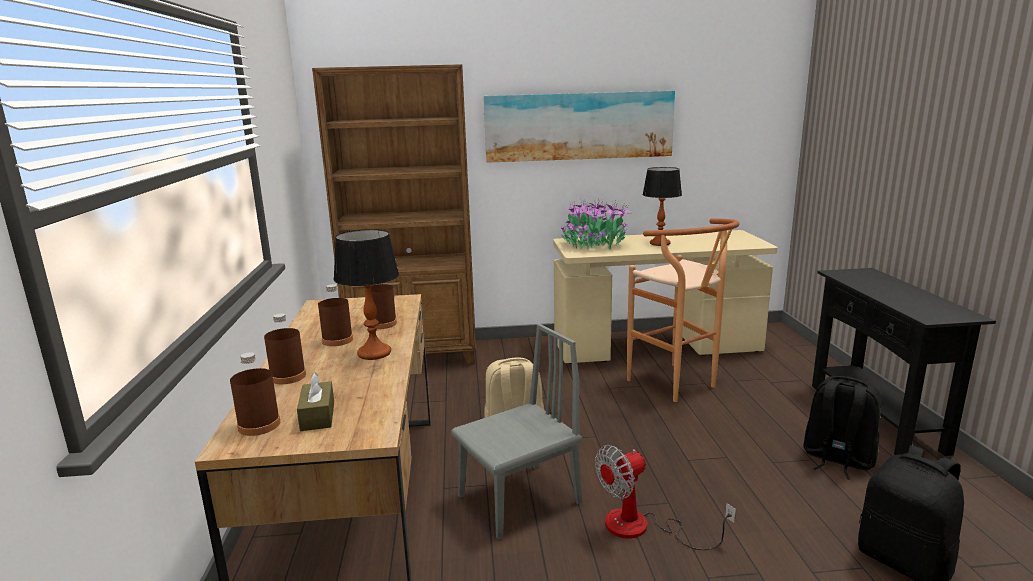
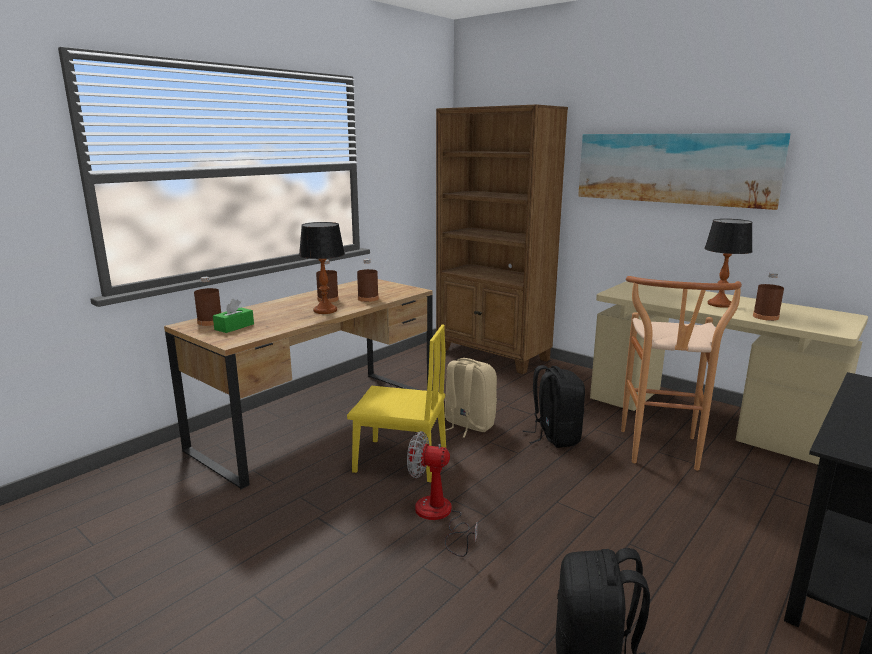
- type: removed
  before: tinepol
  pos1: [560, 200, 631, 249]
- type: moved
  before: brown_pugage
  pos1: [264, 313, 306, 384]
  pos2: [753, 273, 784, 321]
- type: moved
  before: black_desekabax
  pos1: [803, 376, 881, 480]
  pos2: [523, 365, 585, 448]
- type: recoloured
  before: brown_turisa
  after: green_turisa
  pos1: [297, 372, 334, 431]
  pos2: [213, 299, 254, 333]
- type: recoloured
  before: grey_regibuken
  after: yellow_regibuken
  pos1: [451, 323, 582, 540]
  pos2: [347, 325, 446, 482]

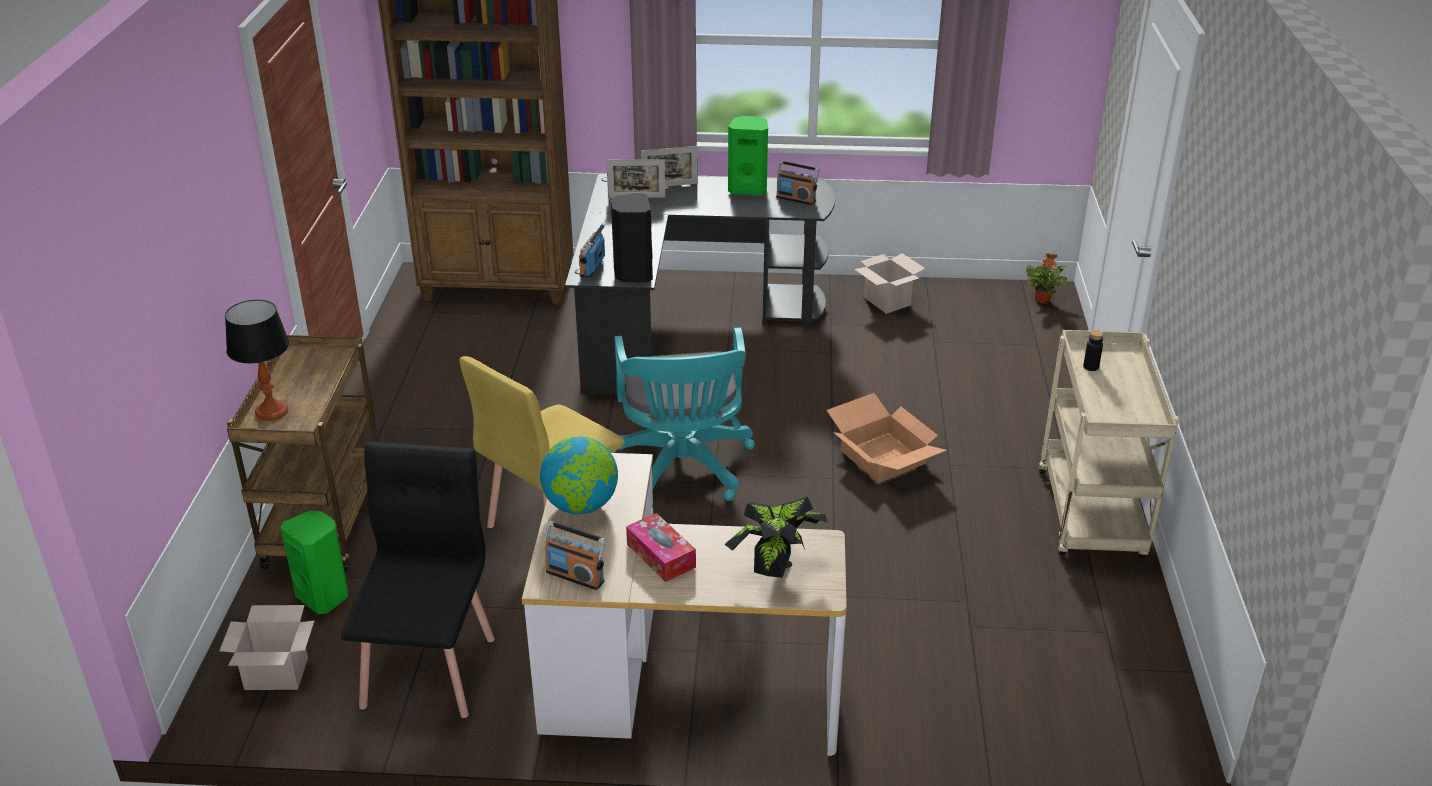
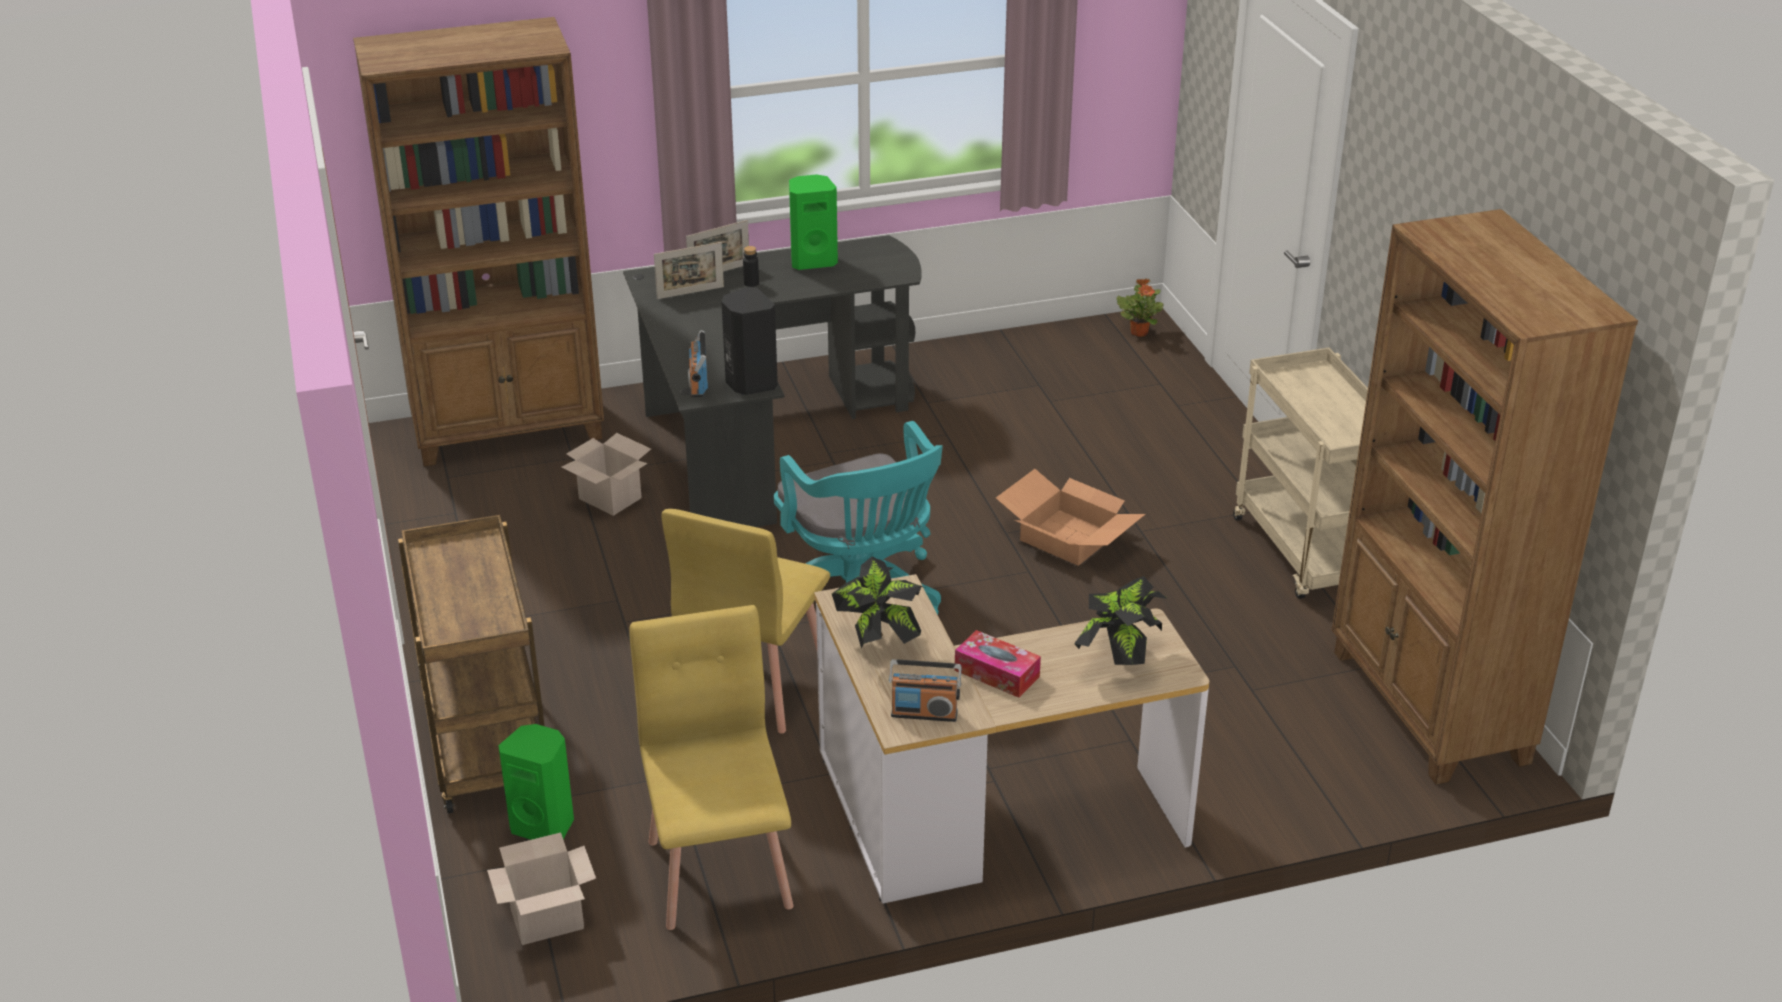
- type: removed
  before: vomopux
  pos1: [225, 300, 290, 421]
- type: removed
  before: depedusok
  pos1: [776, 161, 820, 205]
- type: added
  after: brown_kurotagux
  pos2: [1332, 209, 1638, 785]
- type: moved
  before: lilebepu
  pos1: [854, 253, 925, 314]
  pos2: [561, 433, 651, 516]
- type: moved
  before: black_pugage
  pos1: [1083, 330, 1103, 371]
  pos2: [743, 246, 759, 287]
- type: replaced
  before: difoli
  after: tinepol
  pos1: [540, 436, 618, 514]
  pos2: [832, 557, 925, 648]
- type: recoloured
  before: black_regibuken
  after: yellow_regibuken
  pos1: [341, 442, 495, 718]
  pos2: [629, 605, 793, 930]

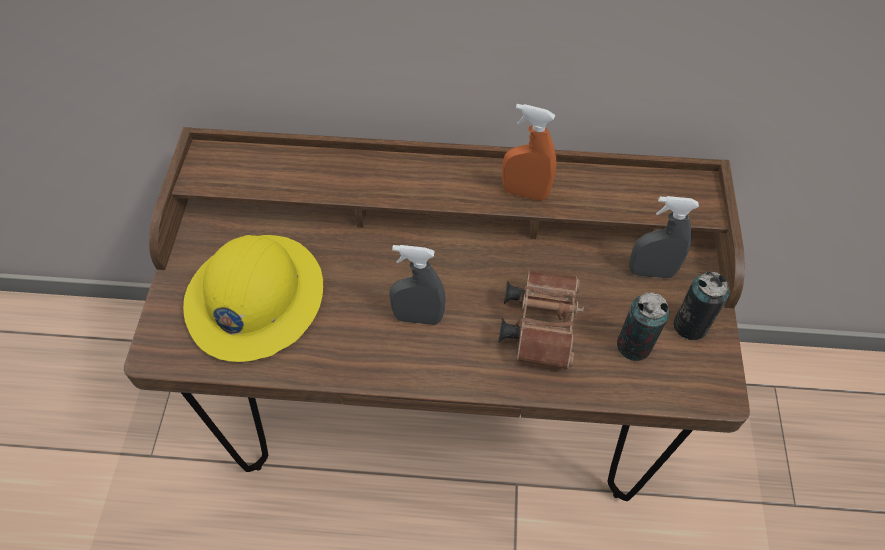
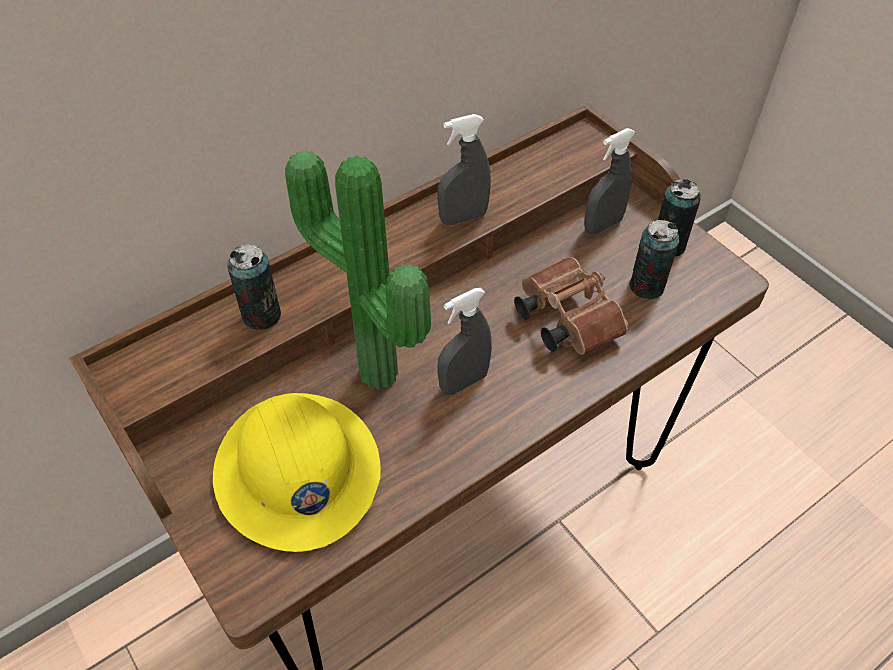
- type: added
  after: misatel
  pos2: [227, 244, 281, 330]
- type: added
  after: tinepol
  pos2: [285, 150, 431, 390]
- type: recoloured
  before: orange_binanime
  after: grey_binanime
  pos1: [502, 104, 556, 201]
  pos2: [437, 114, 491, 225]

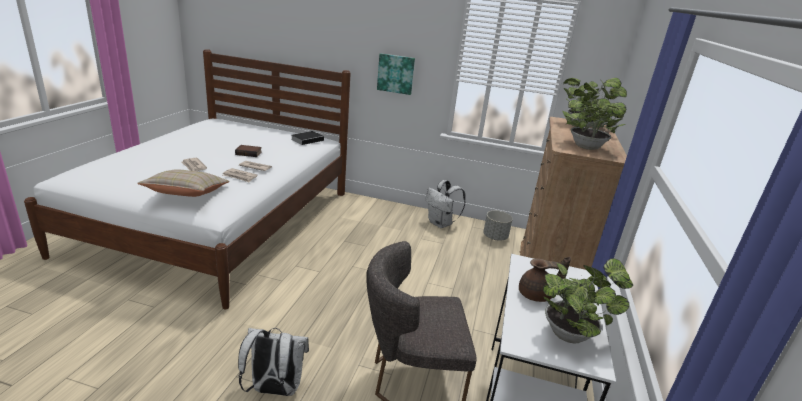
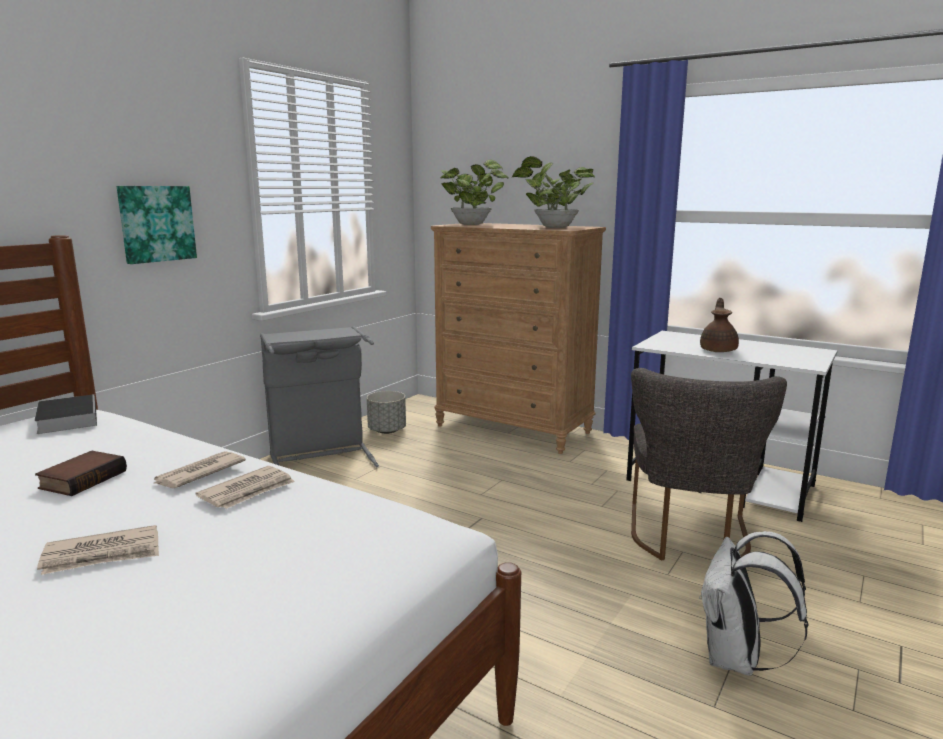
- type: removed
  before: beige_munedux
  pos1: [137, 169, 230, 197]
- type: removed
  before: tinepol
  pos1: [543, 258, 633, 343]
- type: replaced
  before: white_desekabax
  after: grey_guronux
  pos1: [426, 180, 465, 228]
  pos2: [260, 326, 379, 467]

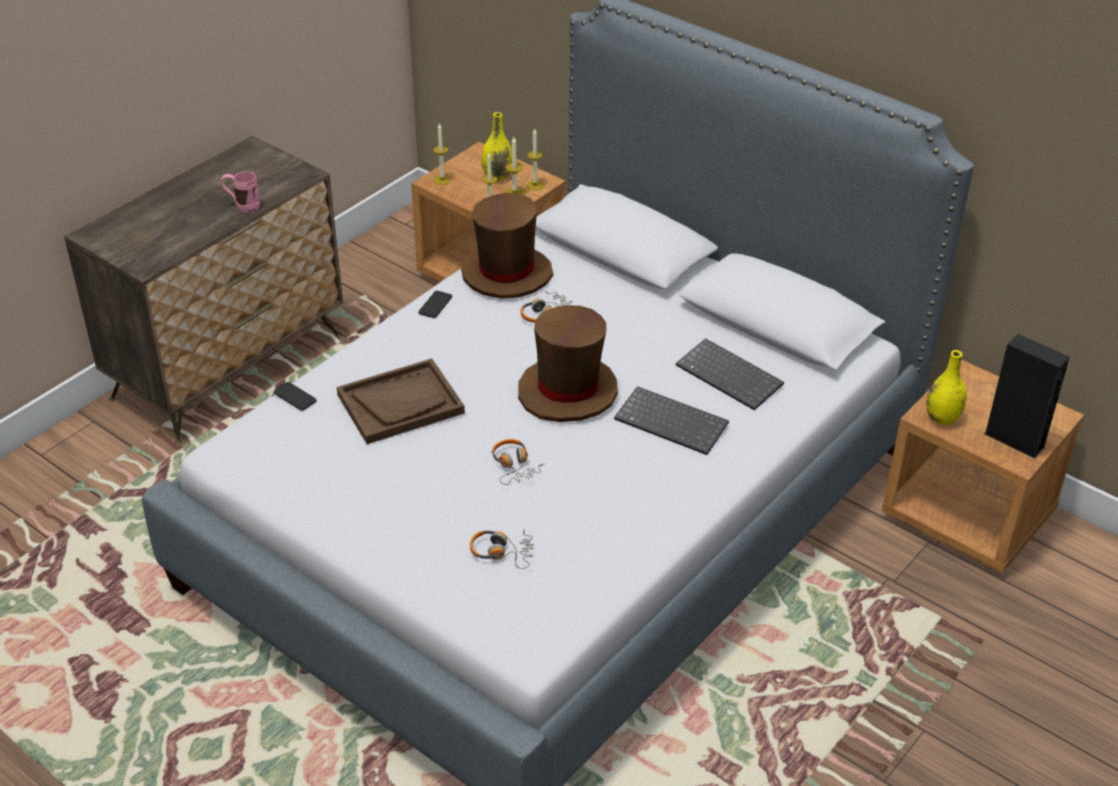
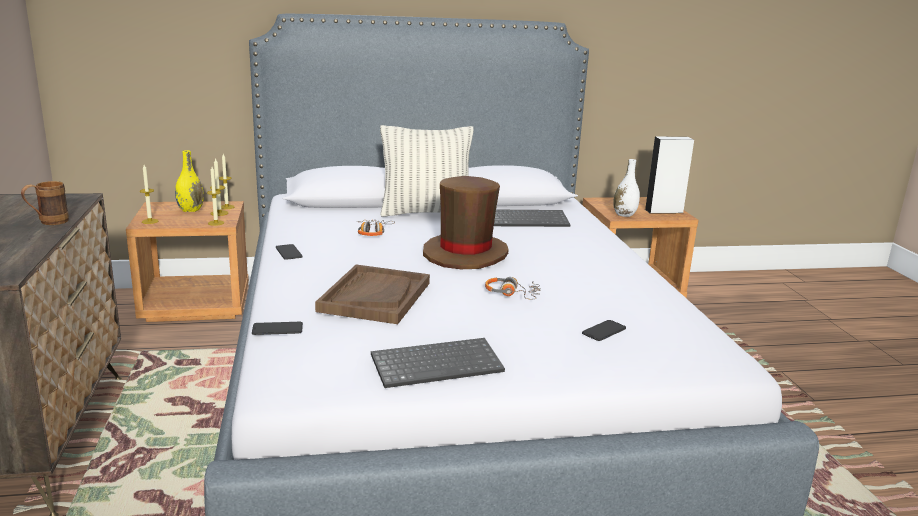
- type: removed
  before: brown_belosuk
  pos1: [461, 193, 553, 299]
- type: added
  after: munedux
  pos2: [380, 125, 474, 217]
- type: moved
  before: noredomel
  pos1: [614, 386, 729, 455]
  pos2: [371, 338, 505, 388]
- type: replaced
  before: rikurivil
  after: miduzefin
  pos1: [470, 529, 533, 569]
  pos2: [582, 320, 626, 341]
- type: recoloured
  before: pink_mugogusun
  after: brown_mugogusun
  pos1: [221, 171, 260, 213]
  pos2: [21, 181, 69, 225]
- type: recoloured
  before: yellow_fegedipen
  after: white_fegedipen
  pos1: [926, 350, 967, 425]
  pos2: [613, 159, 640, 217]
- type: recoloured
  before: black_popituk
  after: white_popituk
  pos1: [984, 334, 1069, 459]
  pos2: [645, 137, 694, 214]

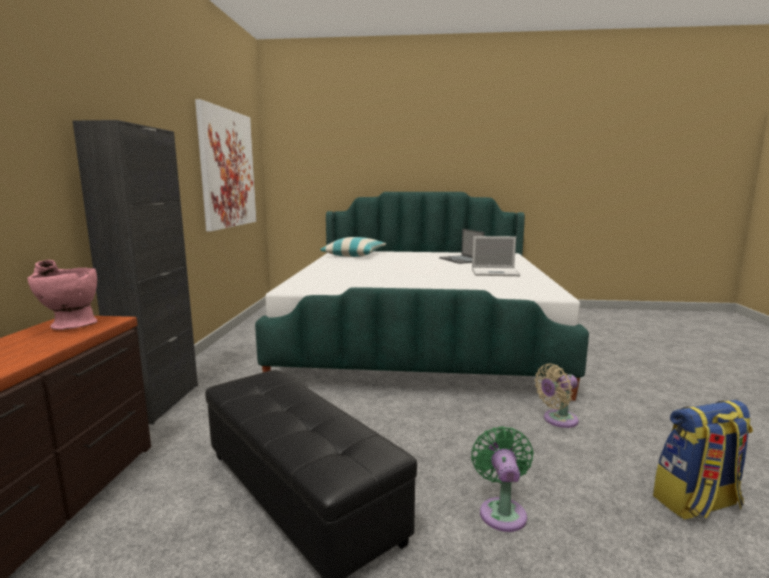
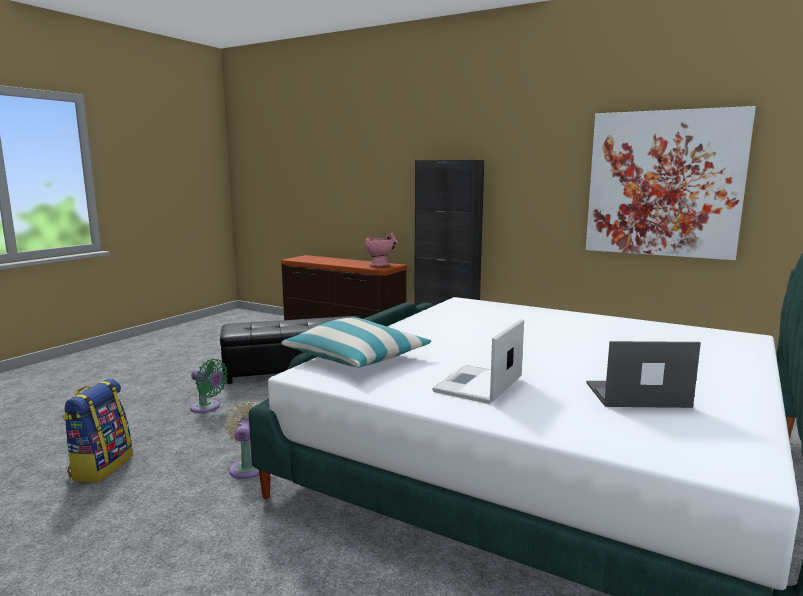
- type: moved
  before: munedux
  pos1: [320, 237, 386, 257]
  pos2: [281, 318, 431, 368]

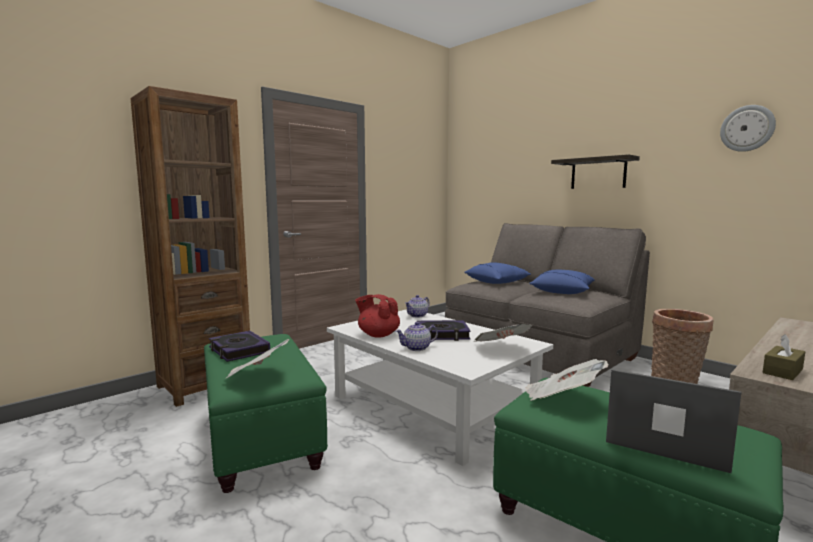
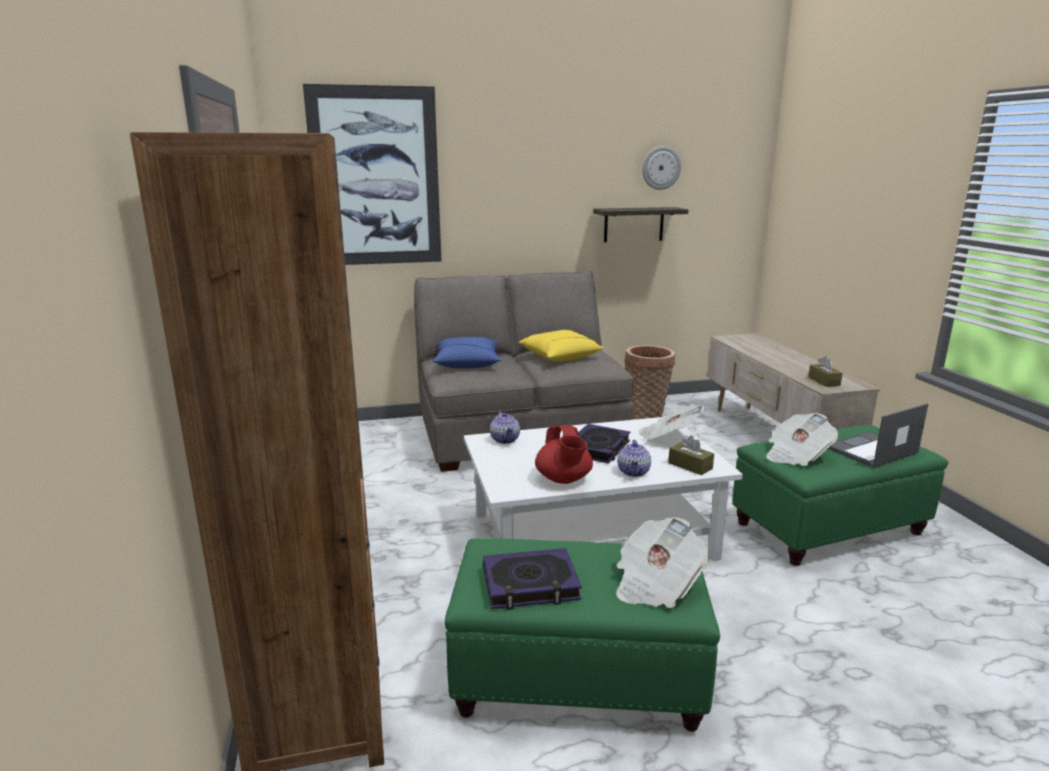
- type: added
  after: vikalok
  pos2: [303, 84, 441, 265]
- type: added
  after: brown_turisa
  pos2: [668, 435, 714, 475]
- type: moved
  before: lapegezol
  pos1: [551, 154, 640, 189]
  pos2: [593, 207, 688, 242]
- type: recoloured
  before: blue_munedux
  after: yellow_munedux
  pos1: [529, 270, 595, 294]
  pos2: [518, 330, 604, 362]
- type: turned
  before: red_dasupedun
  pos1: [355, 294, 400, 338]
  pos2: [535, 425, 593, 484]
  turn: -75

